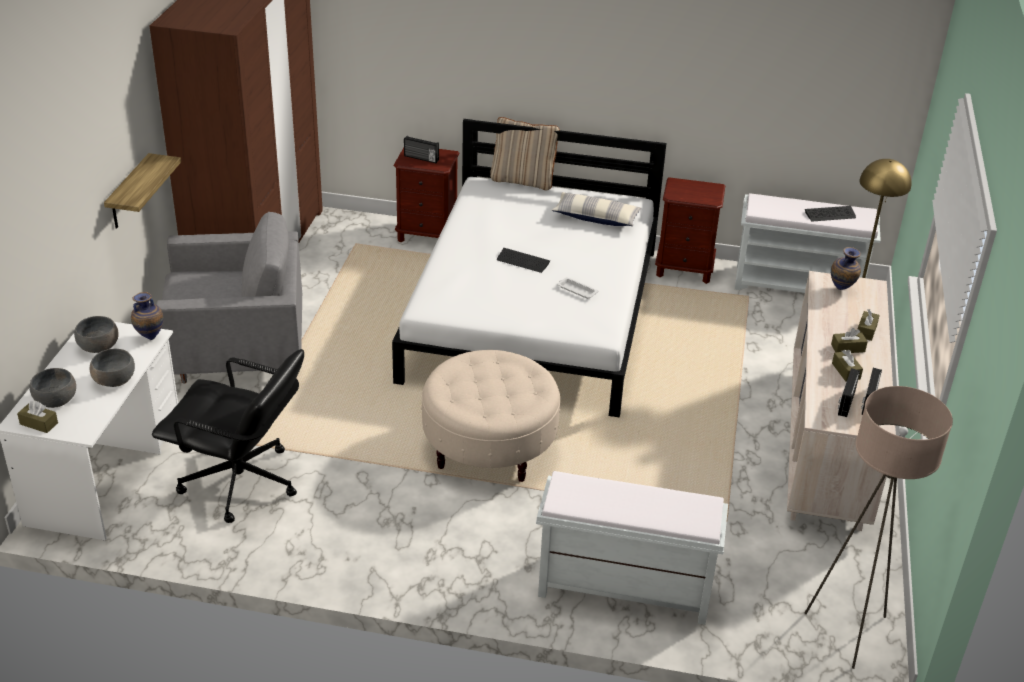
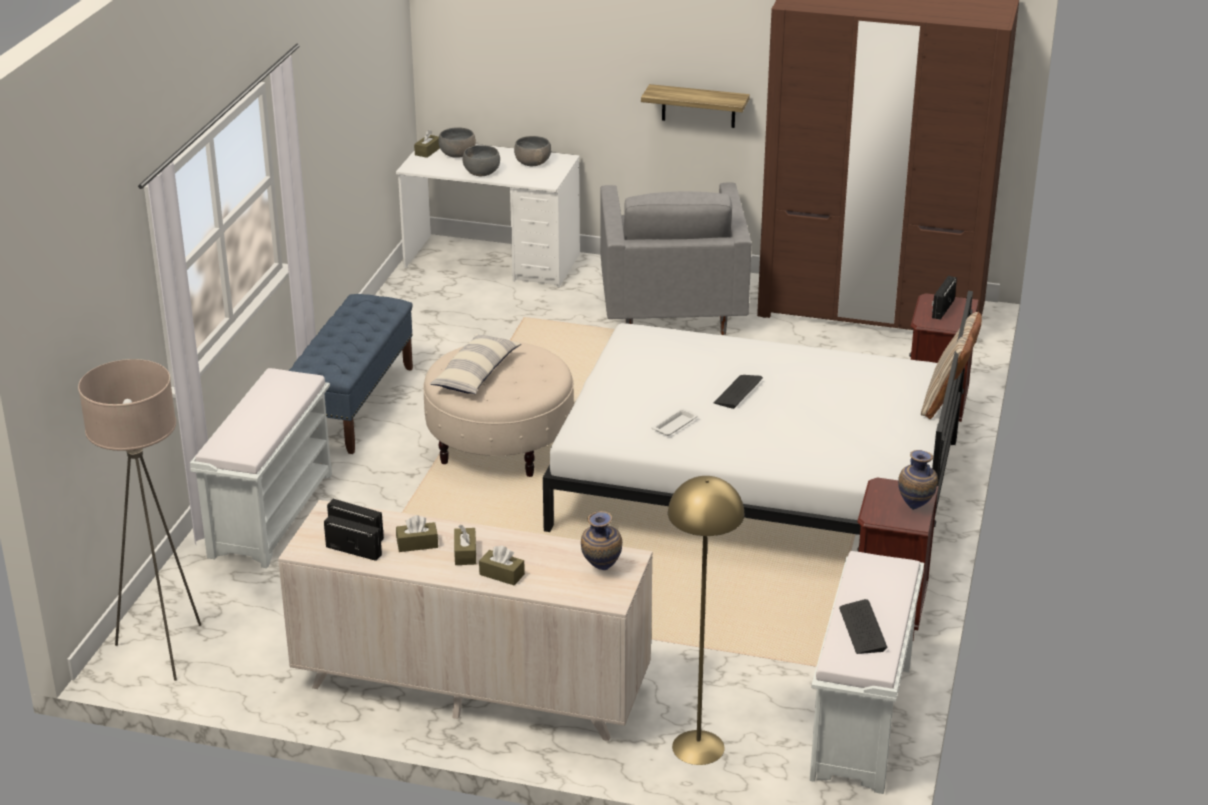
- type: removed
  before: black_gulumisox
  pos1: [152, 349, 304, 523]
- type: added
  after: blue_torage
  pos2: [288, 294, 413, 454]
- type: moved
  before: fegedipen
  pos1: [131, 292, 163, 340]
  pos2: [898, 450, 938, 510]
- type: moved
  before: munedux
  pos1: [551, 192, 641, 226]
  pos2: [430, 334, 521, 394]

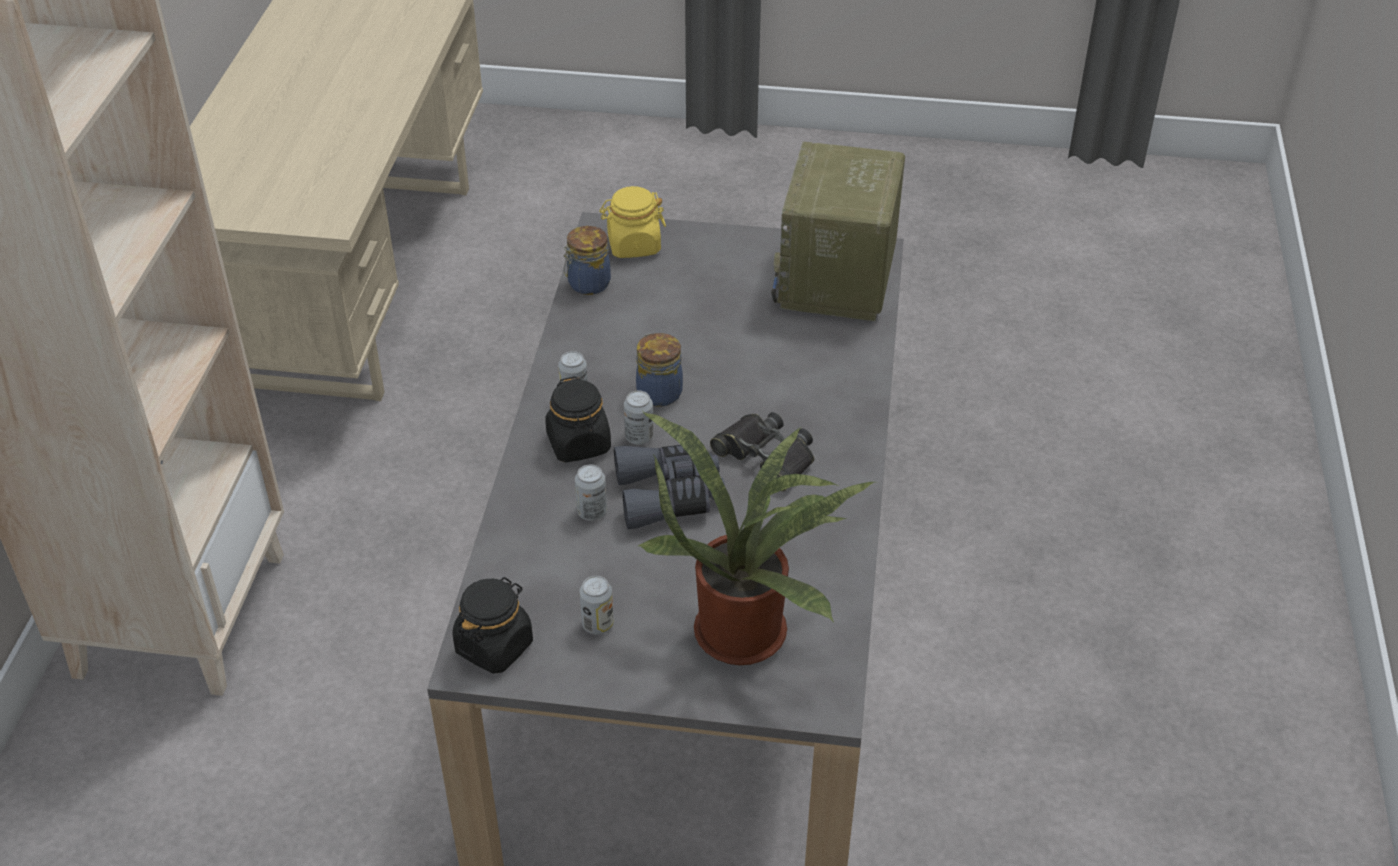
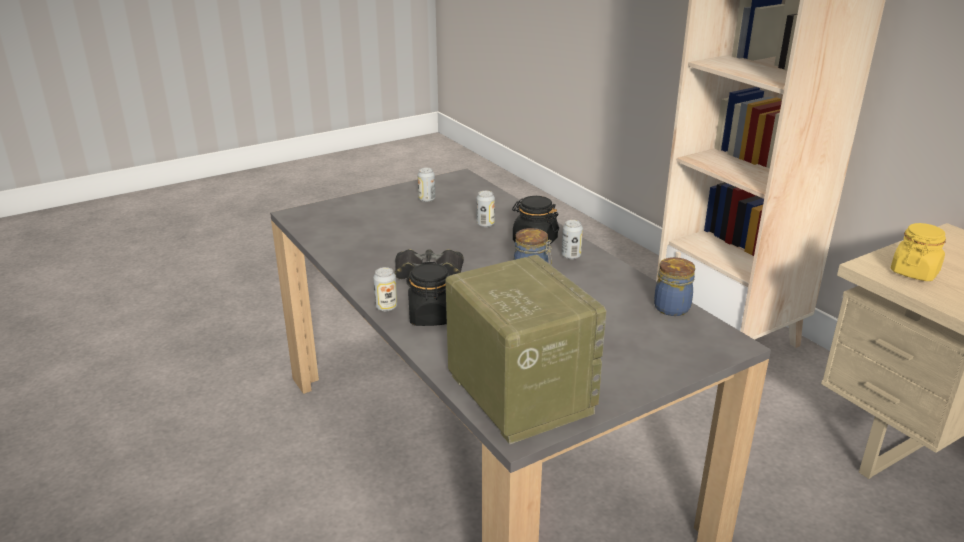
- type: removed
  before: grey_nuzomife
  pos1: [614, 445, 725, 529]
- type: removed
  before: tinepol
  pos1: [638, 412, 874, 665]
- type: moved
  before: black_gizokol
  pos1: [453, 577, 533, 674]
  pos2: [408, 262, 450, 326]
- type: moved
  before: yellow_gizokol
  pos1: [600, 186, 666, 258]
  pos2: [891, 223, 946, 281]
- type: moved
  before: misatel
  pos1: [624, 390, 654, 445]
  pos2: [373, 267, 397, 311]

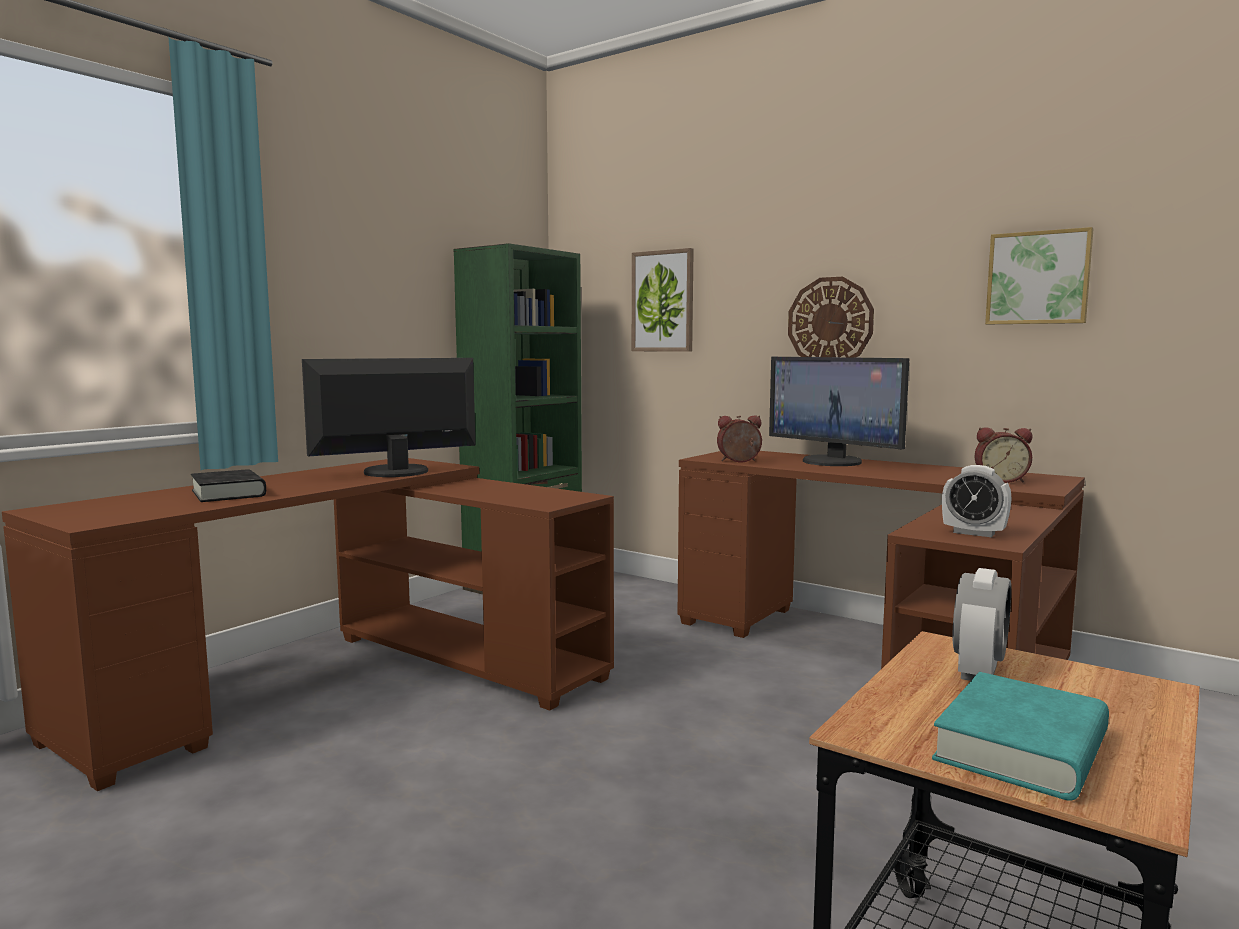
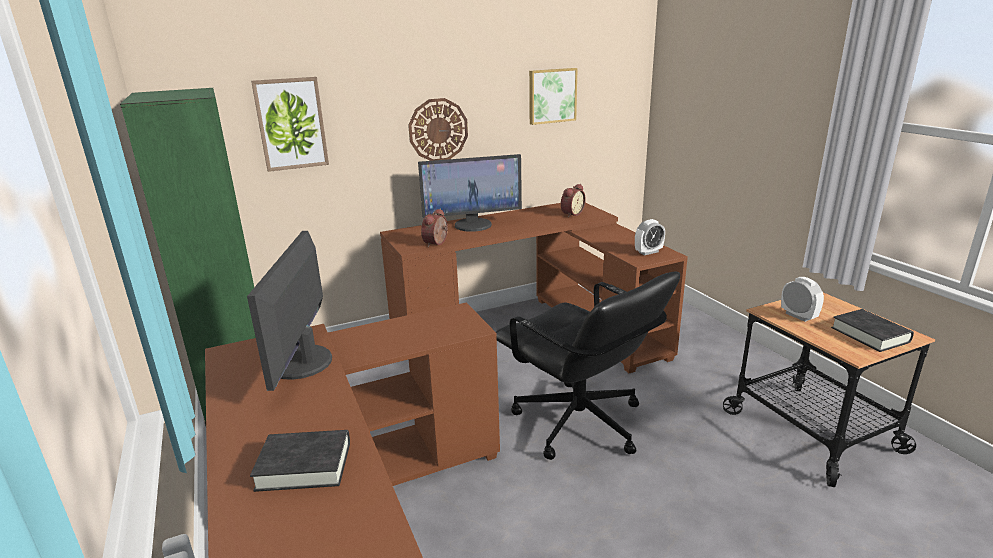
- type: added
  after: black_gulumisox
  pos2: [496, 271, 680, 460]
- type: recoloured
  before: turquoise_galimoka
  after: black_galimoka
  pos1: [932, 672, 1109, 801]
  pos2: [831, 309, 914, 352]

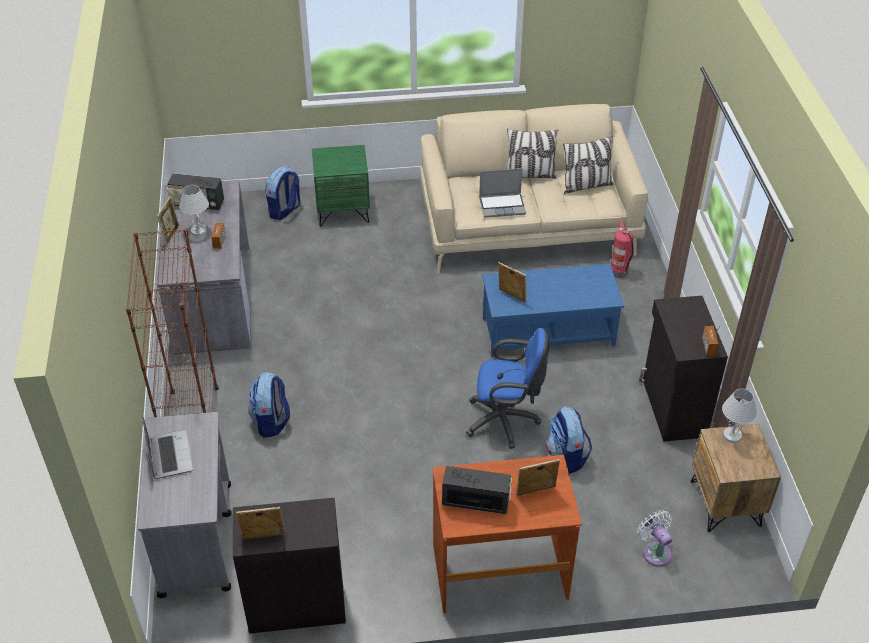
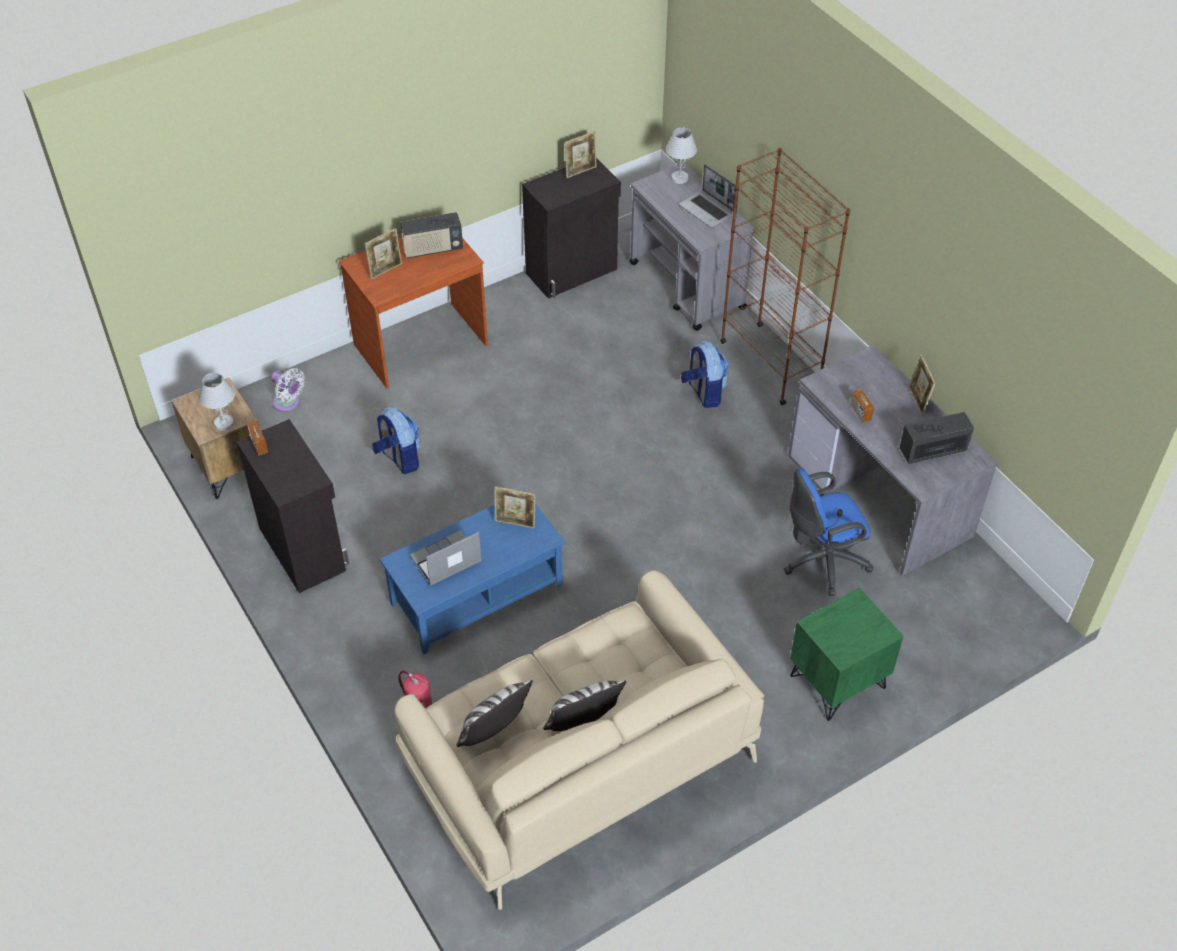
- type: removed
  before: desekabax
  pos1: [265, 166, 300, 220]
- type: moved
  before: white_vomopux
  pos1: [179, 185, 209, 236]
  pos2: [666, 127, 697, 184]
- type: moved
  before: blue_gulumisox
  pos1: [466, 328, 549, 449]
  pos2: [784, 468, 873, 596]
- type: moved
  before: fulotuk
  pos1: [479, 168, 526, 218]
  pos2: [410, 530, 482, 586]

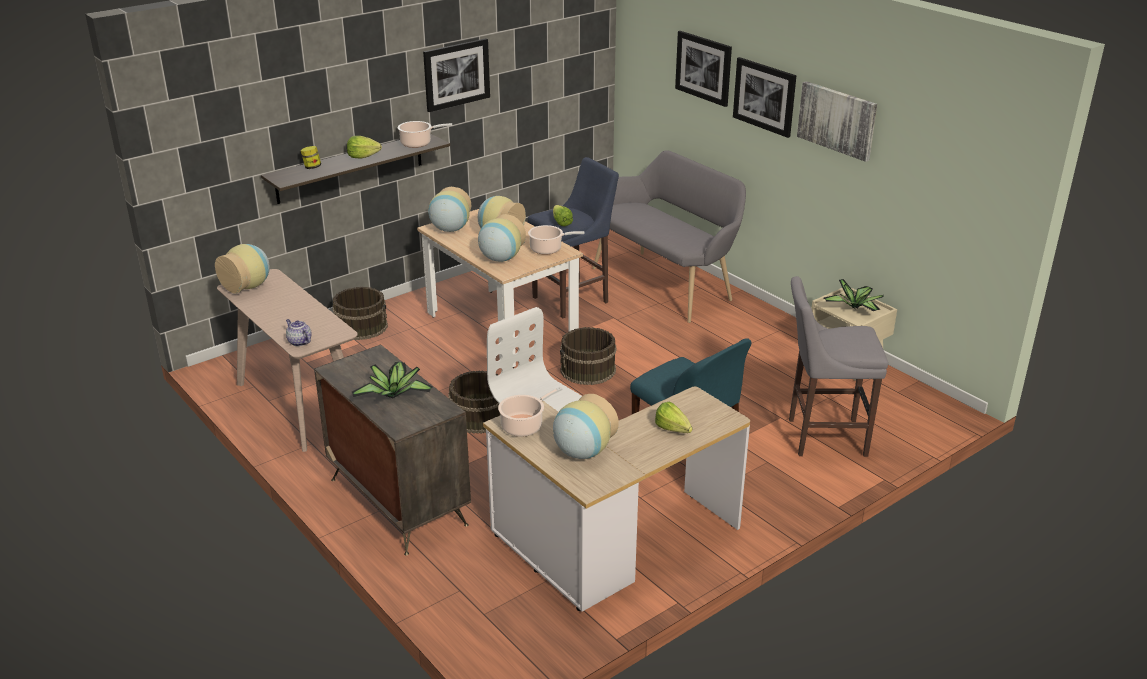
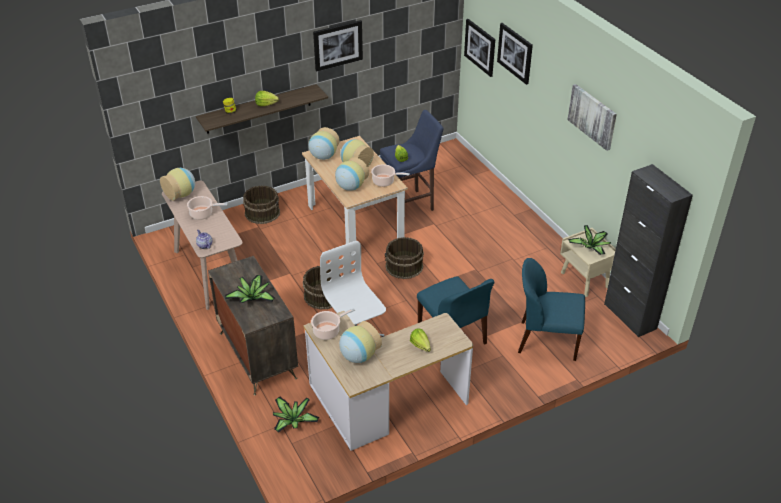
- type: removed
  before: grey_torage
  pos1: [593, 150, 746, 323]
- type: added
  after: tinepol
  pos2: [273, 397, 319, 433]
- type: added
  after: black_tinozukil
  pos2: [604, 164, 693, 337]
- type: moved
  before: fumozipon
  pos1: [397, 121, 452, 148]
  pos2: [187, 196, 228, 220]
- type: moved
  before: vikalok
  pos1: [733, 57, 796, 138]
  pos2: [464, 19, 495, 77]
- type: replaced
  before: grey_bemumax
  after: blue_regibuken
  pos1: [789, 276, 888, 457]
  pos2: [518, 258, 585, 361]

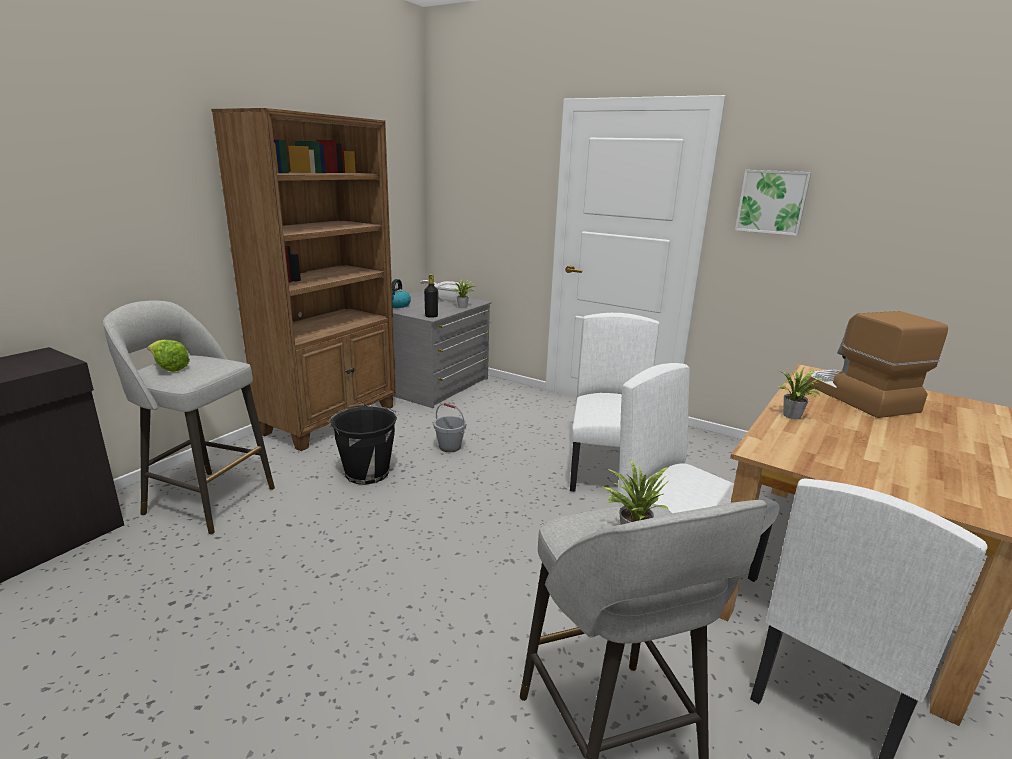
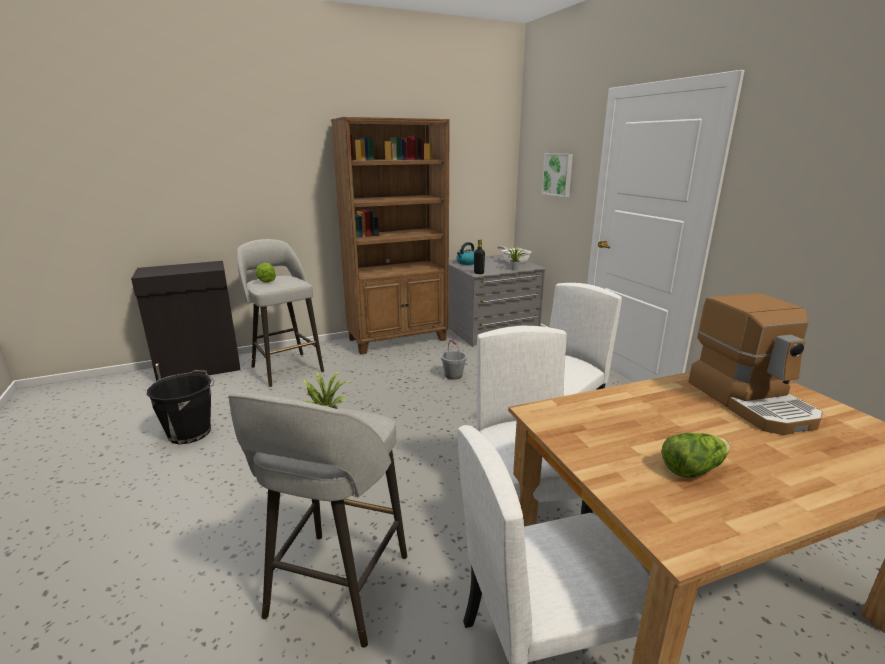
- type: removed
  before: tinepol
  pos1: [776, 368, 825, 419]
- type: added
  after: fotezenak
  pos2: [661, 432, 730, 478]
- type: moved
  before: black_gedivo
  pos1: [328, 404, 397, 485]
  pos2: [147, 370, 214, 444]
- type: moved
  before: vikalok
  pos1: [735, 170, 811, 236]
  pos2: [541, 153, 573, 197]
- type: turned
  before: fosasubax
  pos1: [806, 311, 948, 418]
  pos2: [688, 293, 823, 435]
  turn: 150

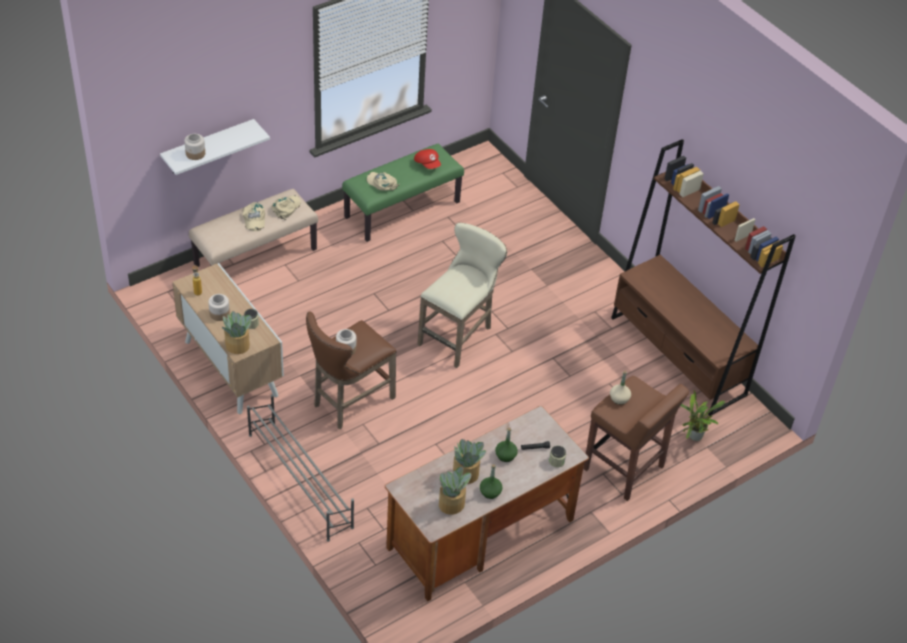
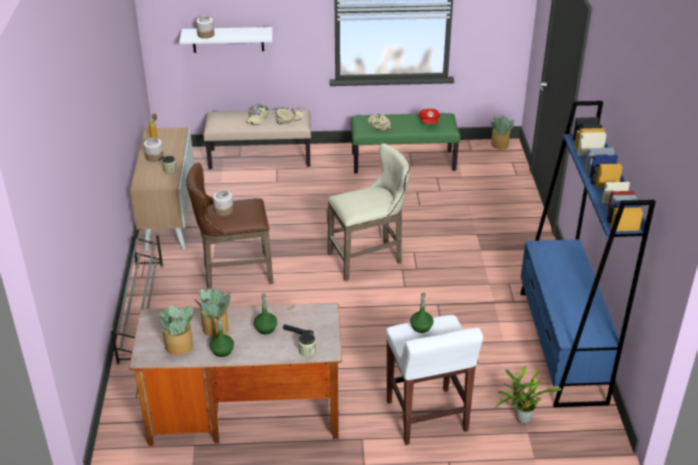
- type: moved
  before: tinepol
  pos1: [222, 311, 252, 354]
  pos2: [491, 116, 515, 150]
- type: recoloured
  before: brown_bemumax
  after: white_bemumax
  pos1: [583, 376, 689, 501]
  pos2: [386, 315, 483, 445]
- type: recoloured
  before: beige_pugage
  after: green_pugage
  pos1: [610, 371, 631, 405]
  pos2: [410, 292, 433, 333]
- type: recoloured
  before: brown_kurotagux
  after: blue_kurotagux
  pos1: [611, 139, 796, 416]
  pos2: [520, 101, 656, 407]

